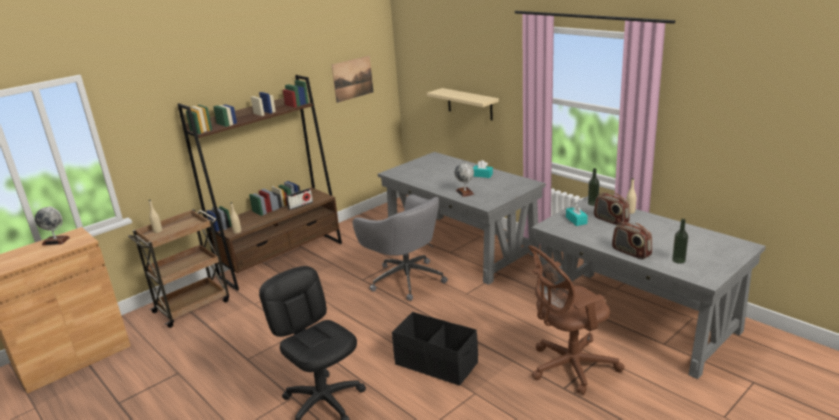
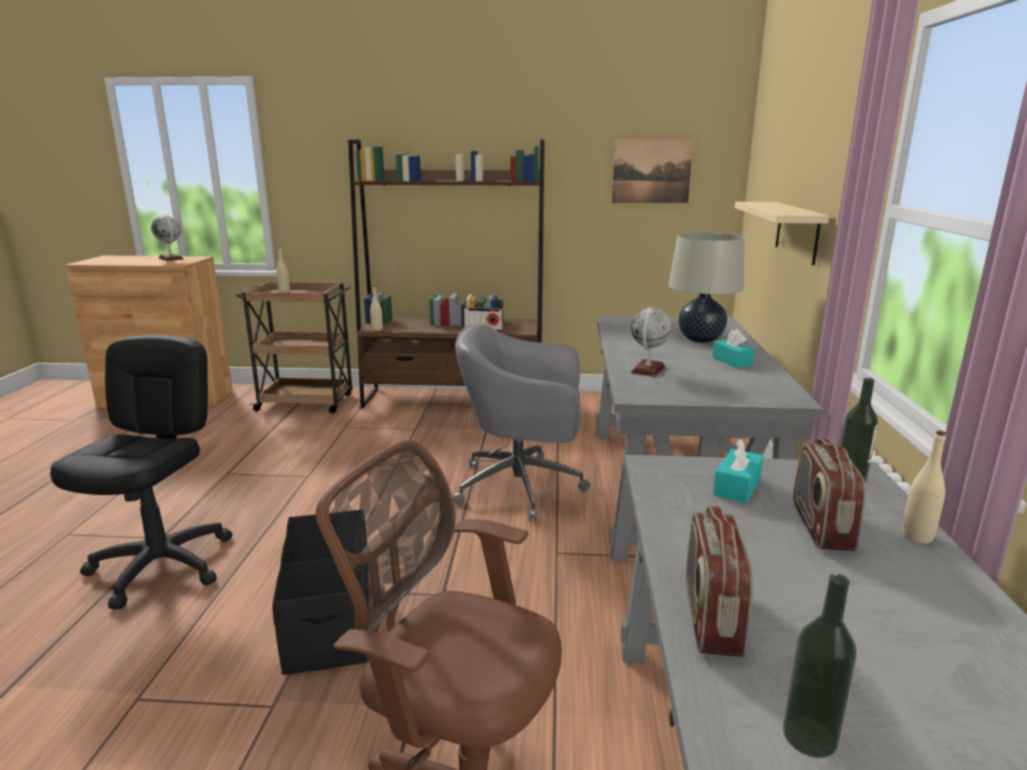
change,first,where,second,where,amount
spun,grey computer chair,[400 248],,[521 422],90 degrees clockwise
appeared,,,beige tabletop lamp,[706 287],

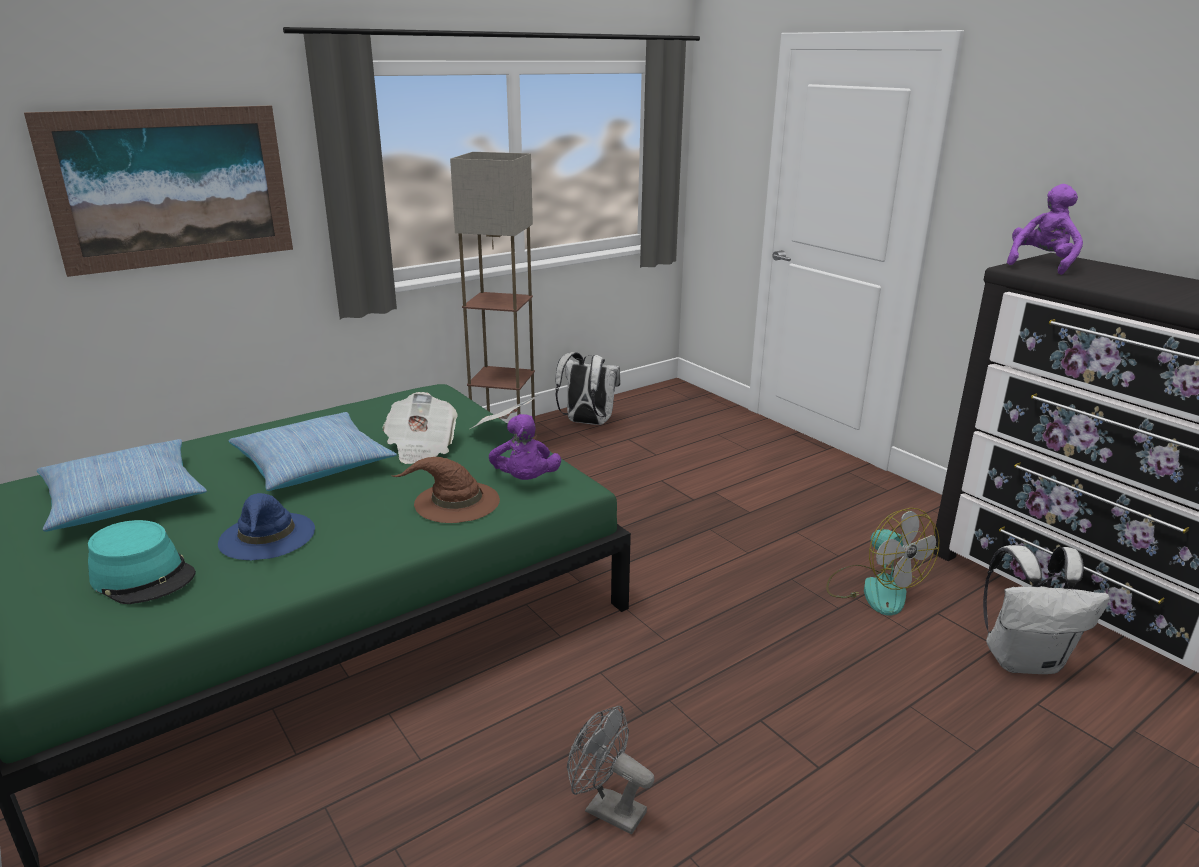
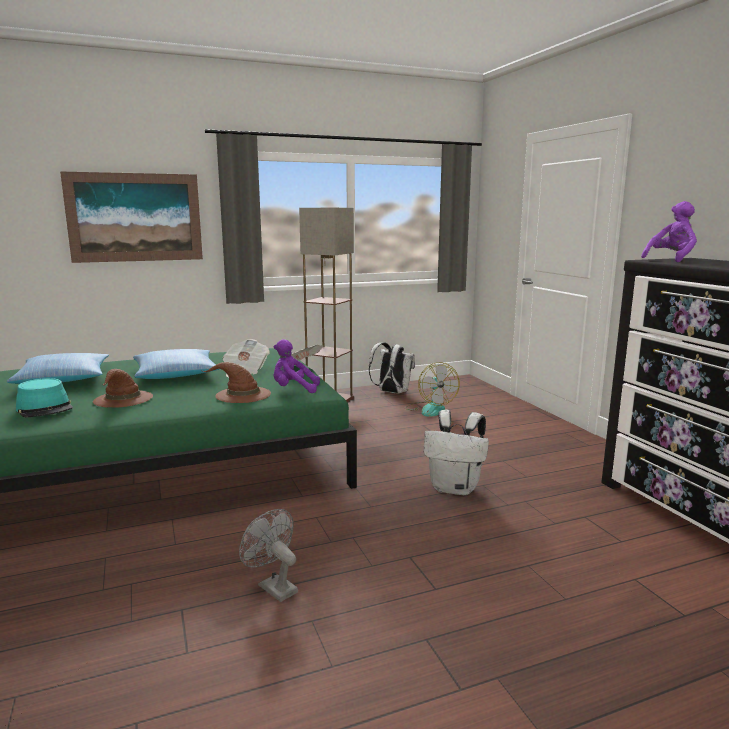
change,first,where,second,where,amount
colour,bluish clothing hat,[266 526],brownish clothing hat,[123 388],
spun,purple plush toy,[525 447],,[296 366],90 degrees clockwise
relocated,electric fan,[883 562],,[432 389],
relocated,white-coloured backpack,[1046 609],,[456 452],

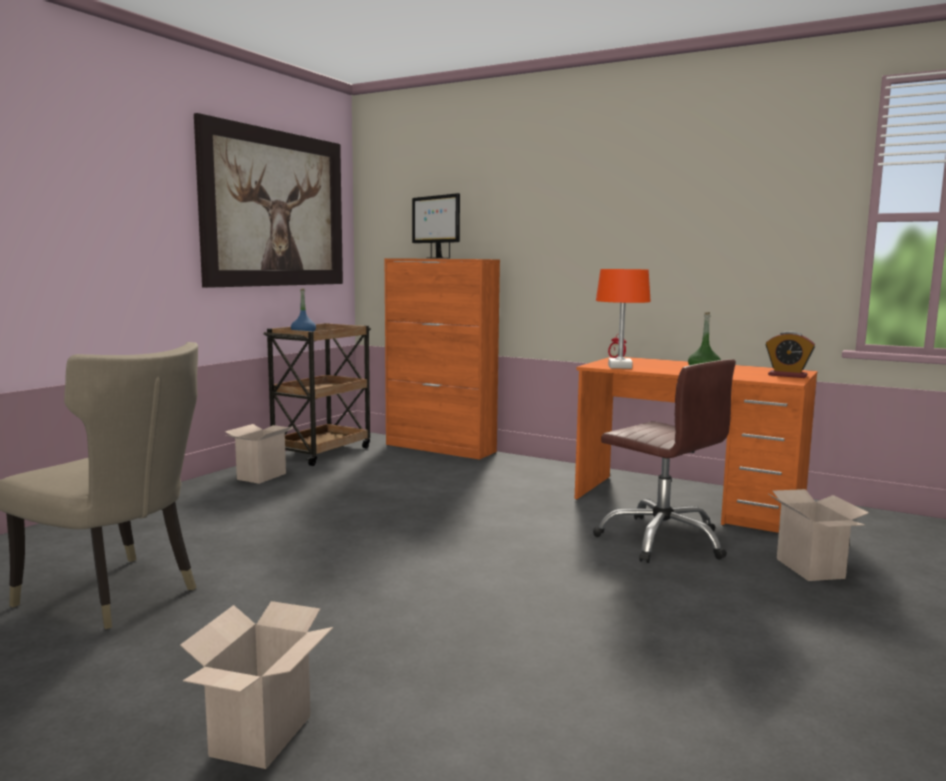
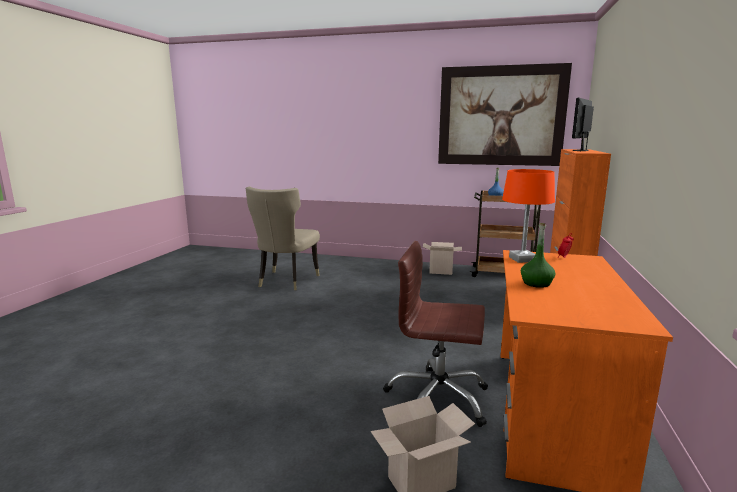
change,first,where,second,where,amount
spun,brownish computer chair,[664 461],,[435 334],75 degrees clockwise
missing,packing box,[256 685],,,
missing,alarm clock,[790 354],,,

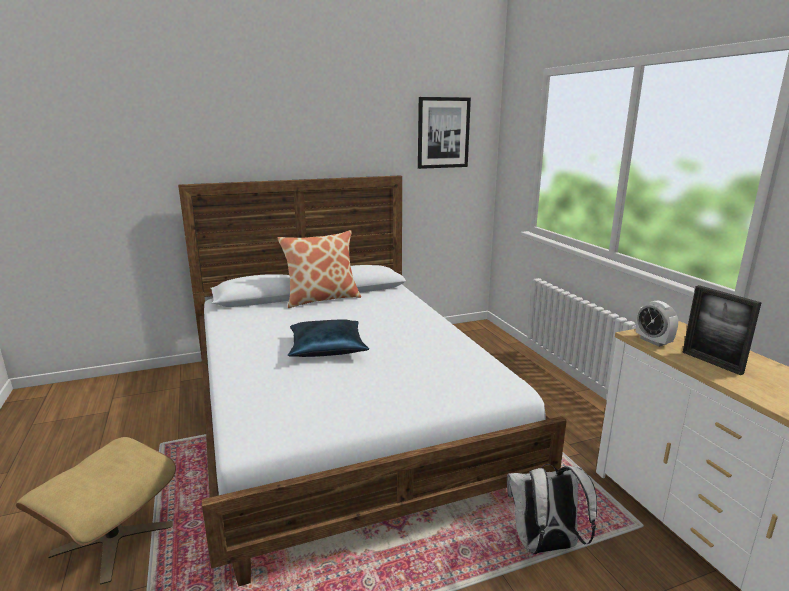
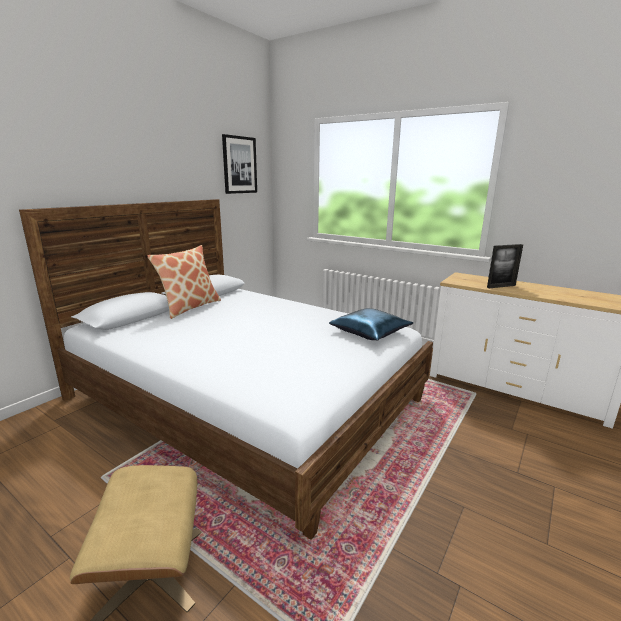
change,first,where,second,where,amount
relocated,bluish cushion,[328 338],,[371 324],
spun,picture frame,[722 330],,[505 266],45 degrees counterclockwise
missing,white-coloured backpack,[552 509],,,
missing,alarm clock,[657 324],,,

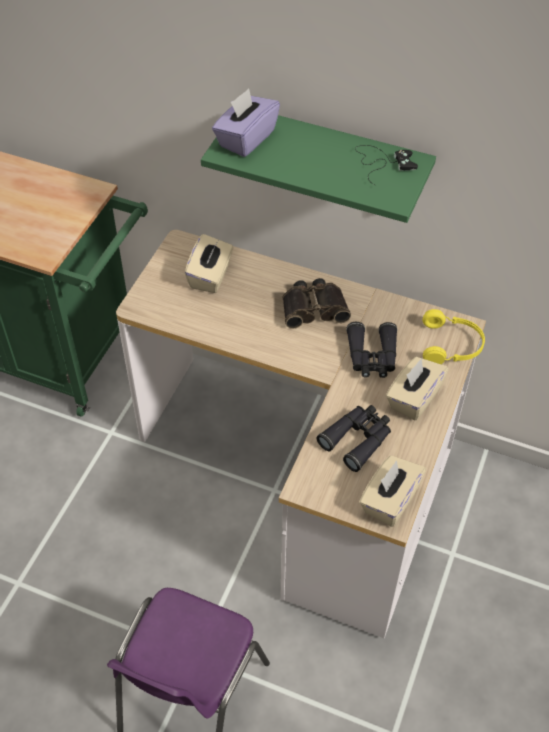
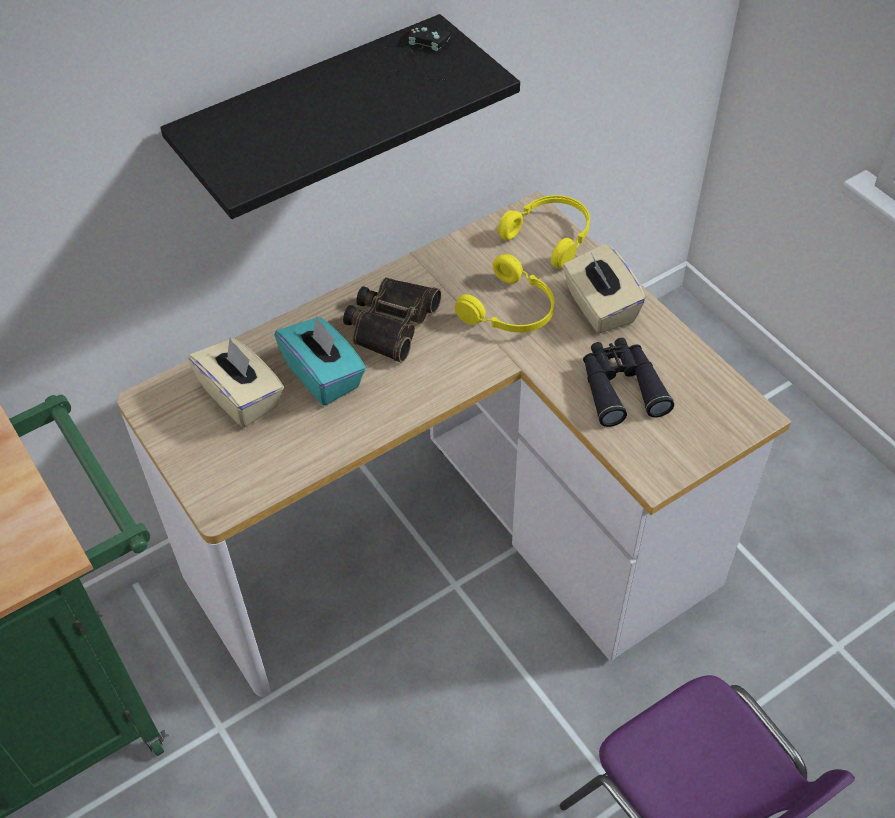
change,first,where,second,where,amount
colour,green wall shelf,[318 169],black wall shelf,[340 116],
appeared,,,turquoise-coloured tissue holder,[320 361],
exchanged,black field glasses,[371 350],yellowish pair of headphones,[505 293],
missing,purple tissue holder,[246 122],,,
missing,beige tissue holder,[392 491],,,

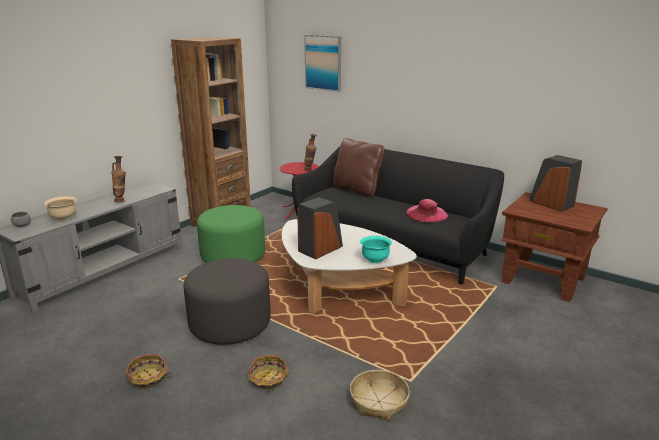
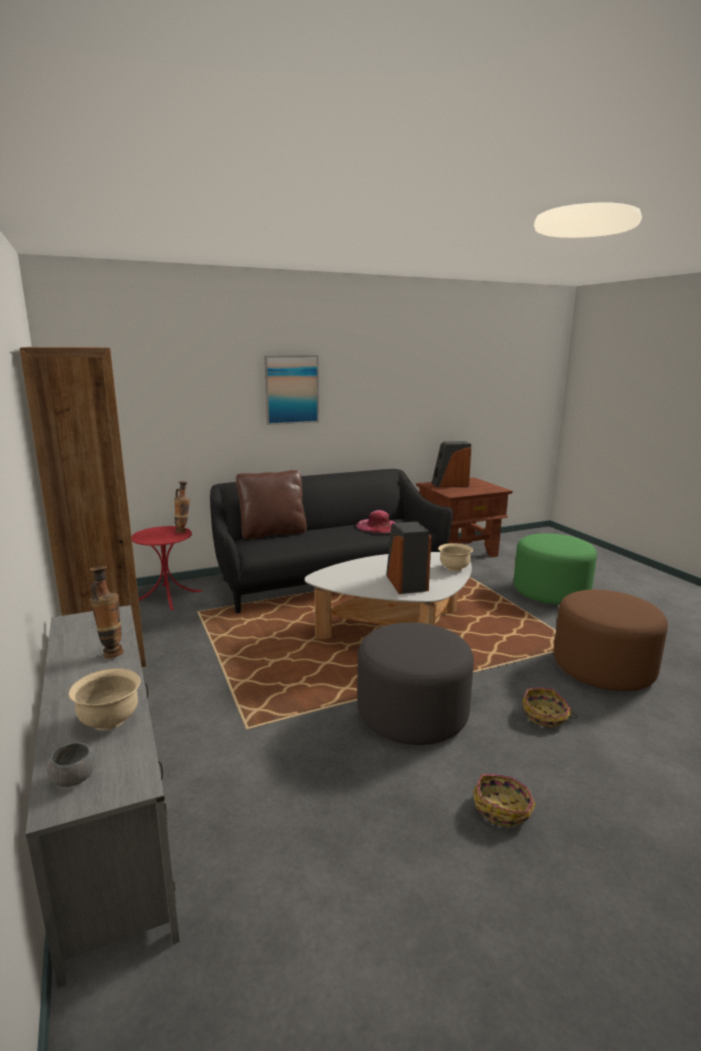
change,first,where,second,where,amount
relocated,picture,[322 63],,[291 390],
colour,turquoise-coloured bowl,[376 249],beige bowl,[455 557],
relocated,green pouffe,[231 234],,[555 569],
exchanged,basket,[380 395],brownish pouffe,[611 640],

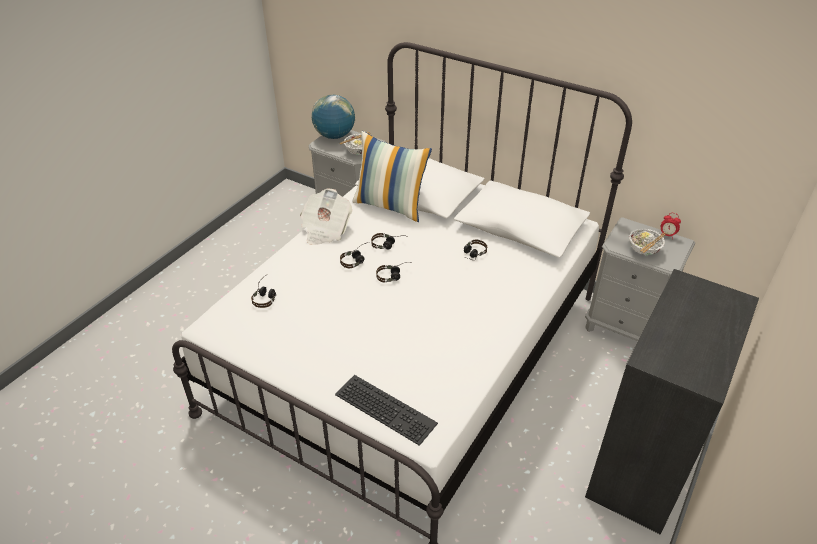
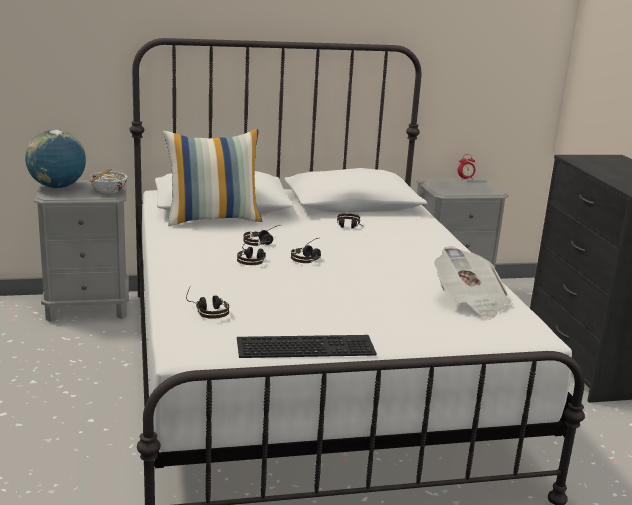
change,first,where,second,where,amount
relocated,PC keyboard,[386 410],,[307 346],
relocated,daily paper,[326 217],,[472 283],
missing,bowl,[647 242],,,

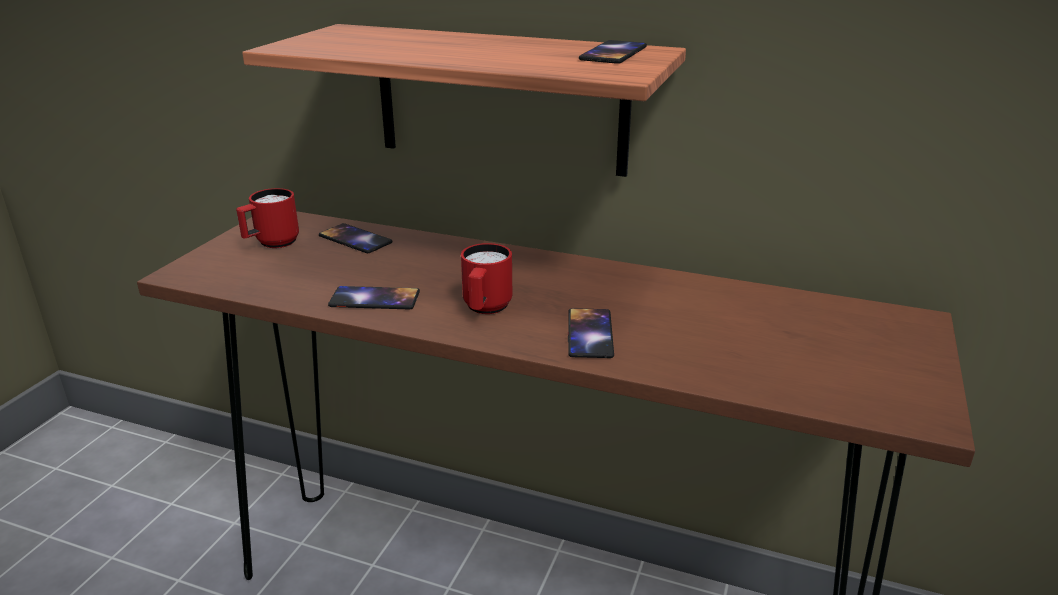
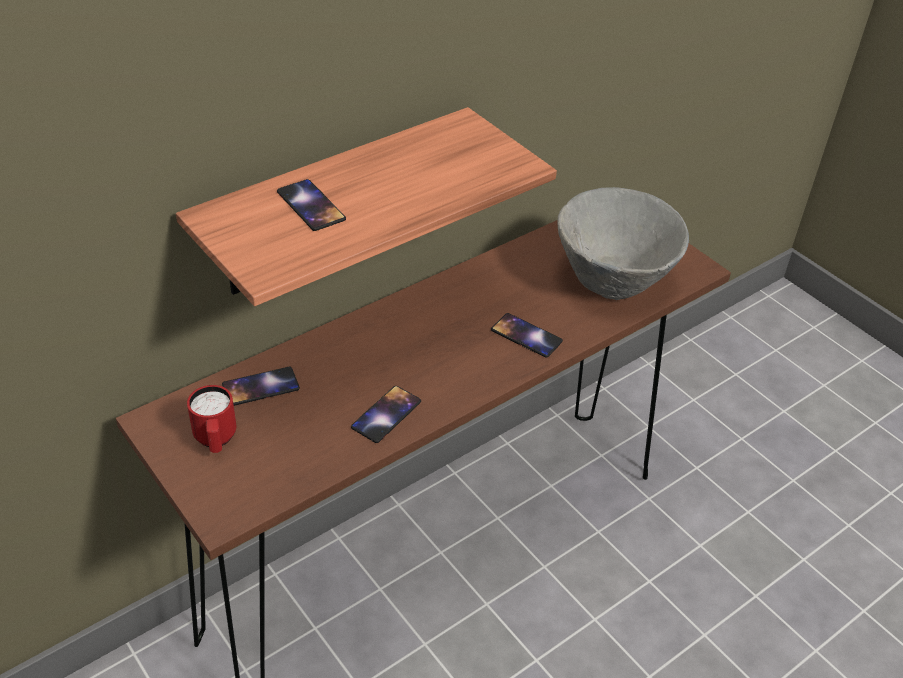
change,first,where,second,where,amount
relocated,phone,[613 52],,[311 205],
appeared,,,grey bowl,[623 243],
missing,reddish tea mug,[486 278],,,

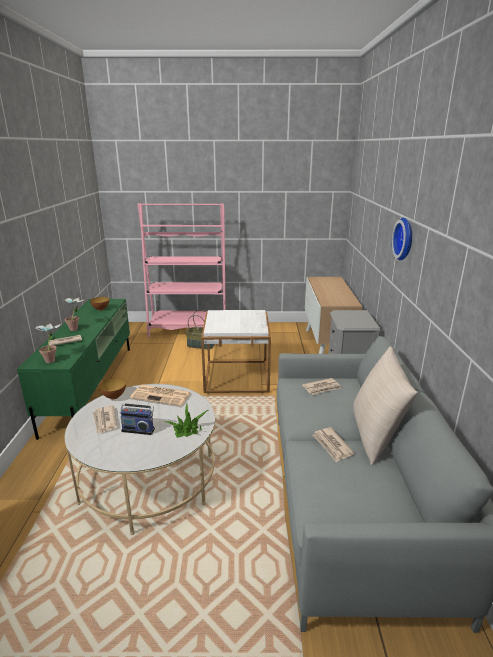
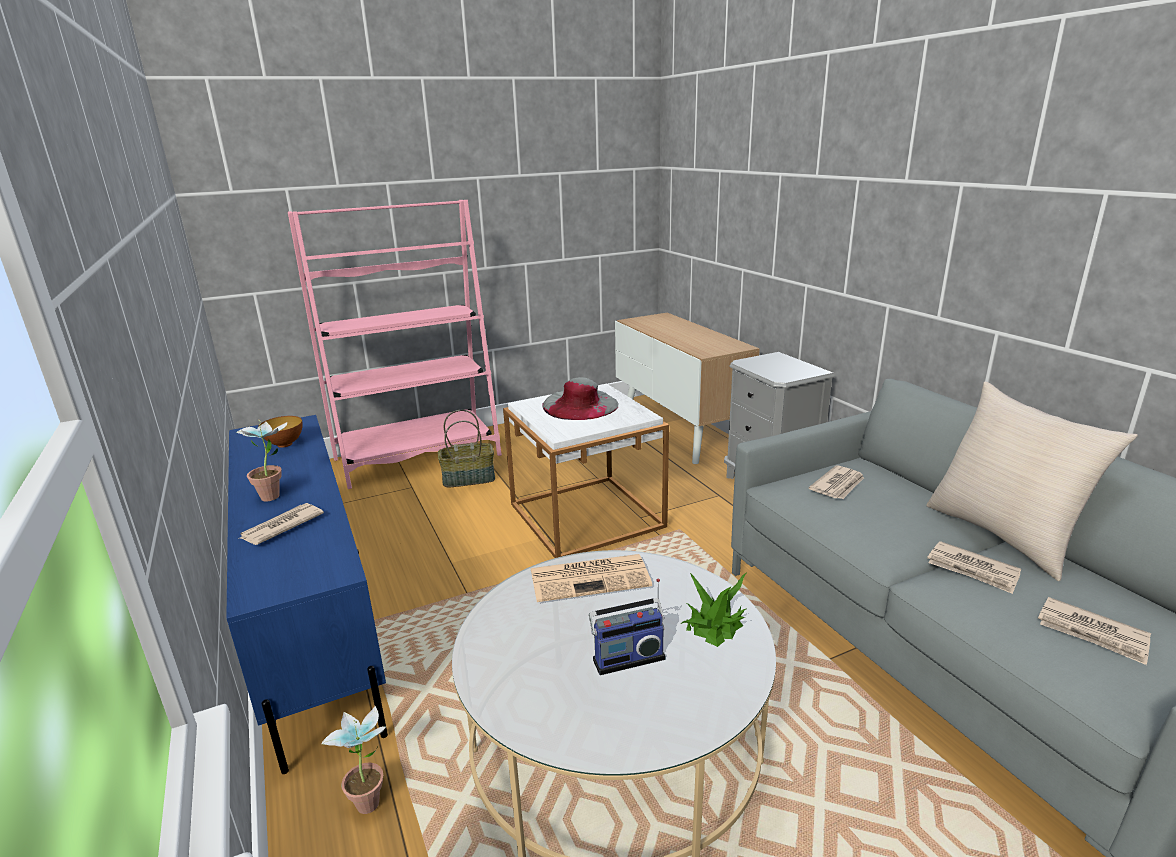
change,first,where,second,where,amount
colour,green media console,[73 369],bluish media console,[307 594],
relocated,plant in a pot,[47 342],,[354 760],
appeared,,,grey clothing hat,[581 398],
relocated,daily paper,[105 419],,[1094 631],
missing,bowl,[112 388],,,
missing,wall clock,[402 239],,,

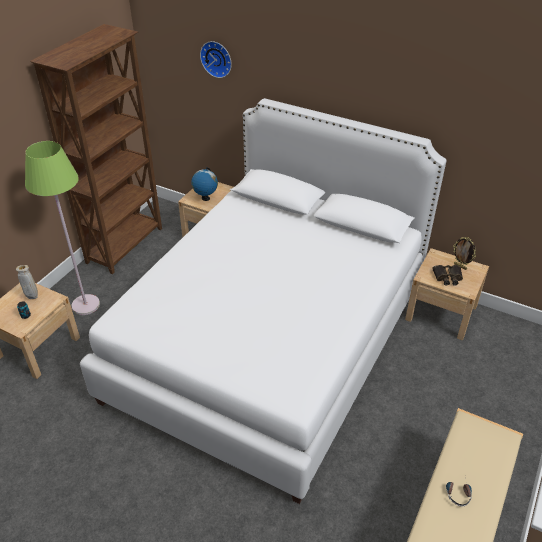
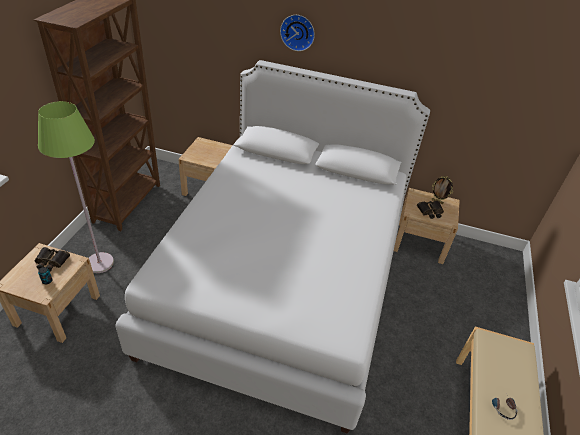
change,first,where,second,where,amount
exchanged,beige vase,[27 282],field glasses,[52 259],
relocated,wall clock,[216 59],,[297 33],
missing,desk globe,[204 184],,,

